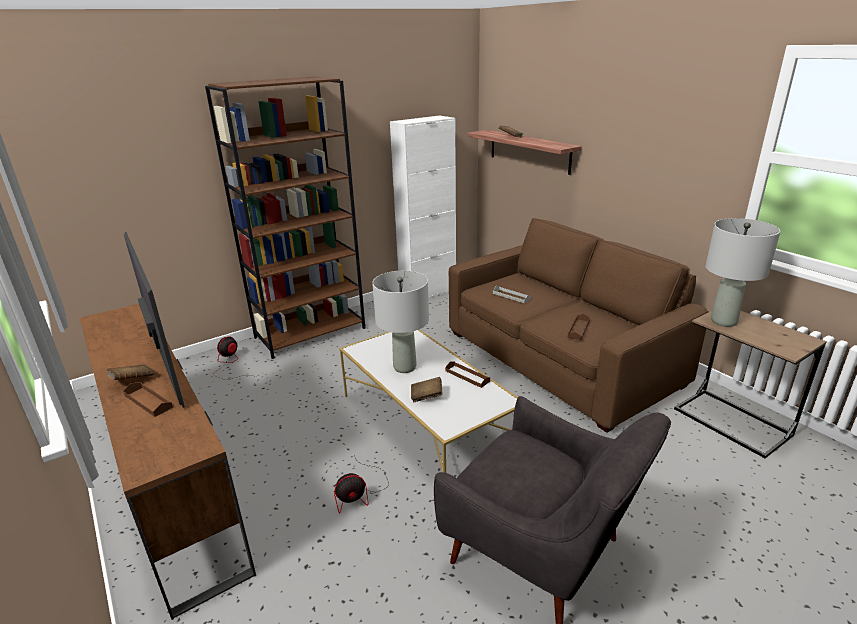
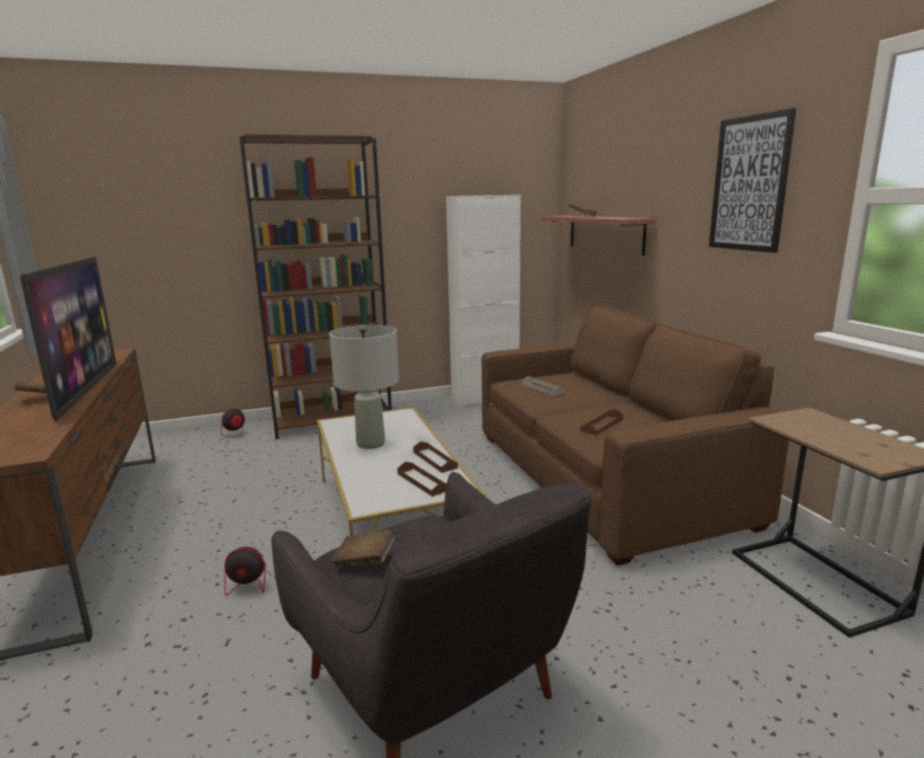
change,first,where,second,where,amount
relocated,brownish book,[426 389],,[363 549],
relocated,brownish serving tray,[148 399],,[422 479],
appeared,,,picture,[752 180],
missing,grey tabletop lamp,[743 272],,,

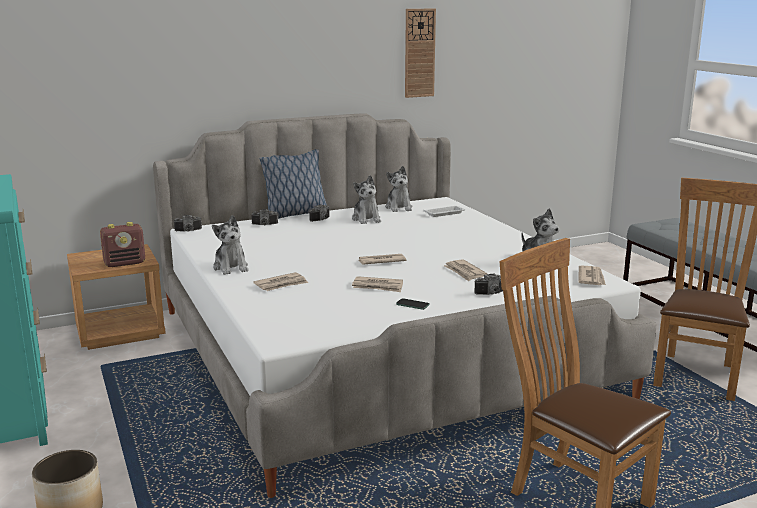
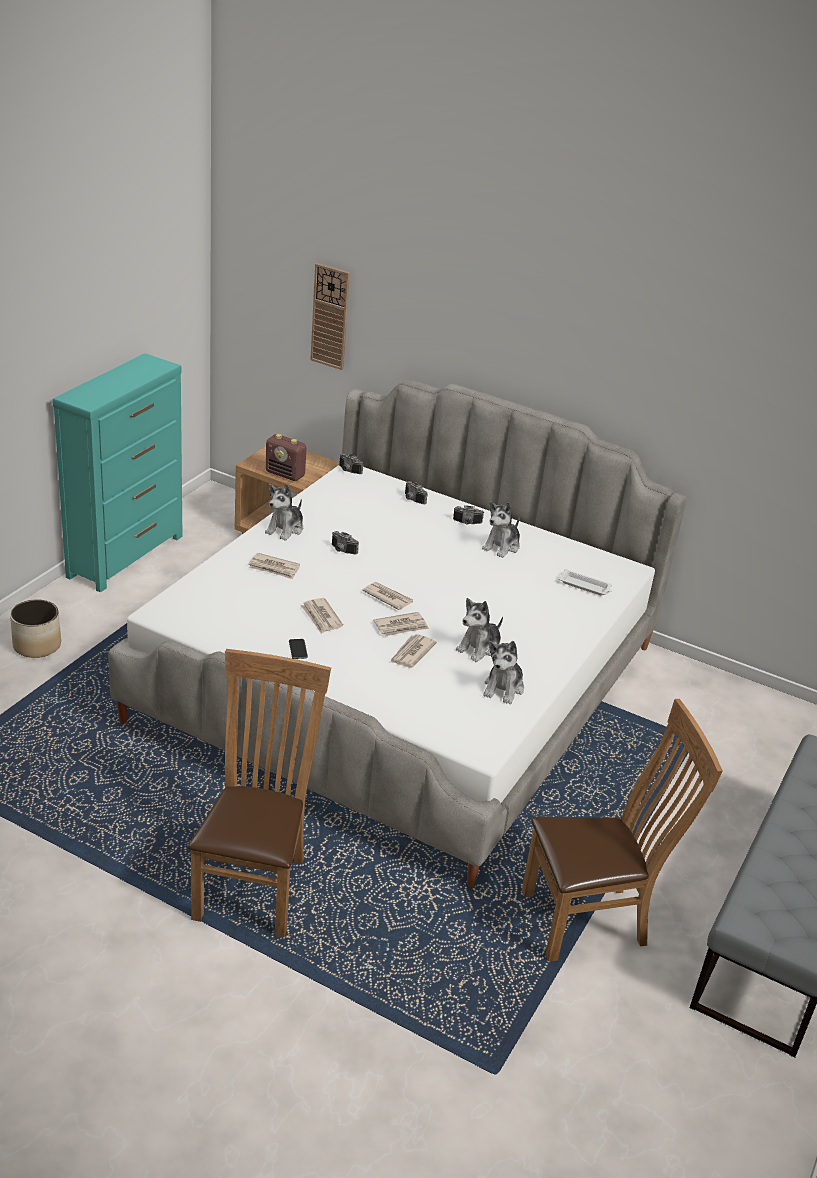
change,first,where,second,where,amount
relocated,wall clock,[420 53],,[330 316],
relocated,still camera,[488 284],,[345 542],
relocated,daily paper,[592 275],,[401 624],
relocated,plush toy,[399 189],,[479 630],
missing,cushion,[293 184],,,

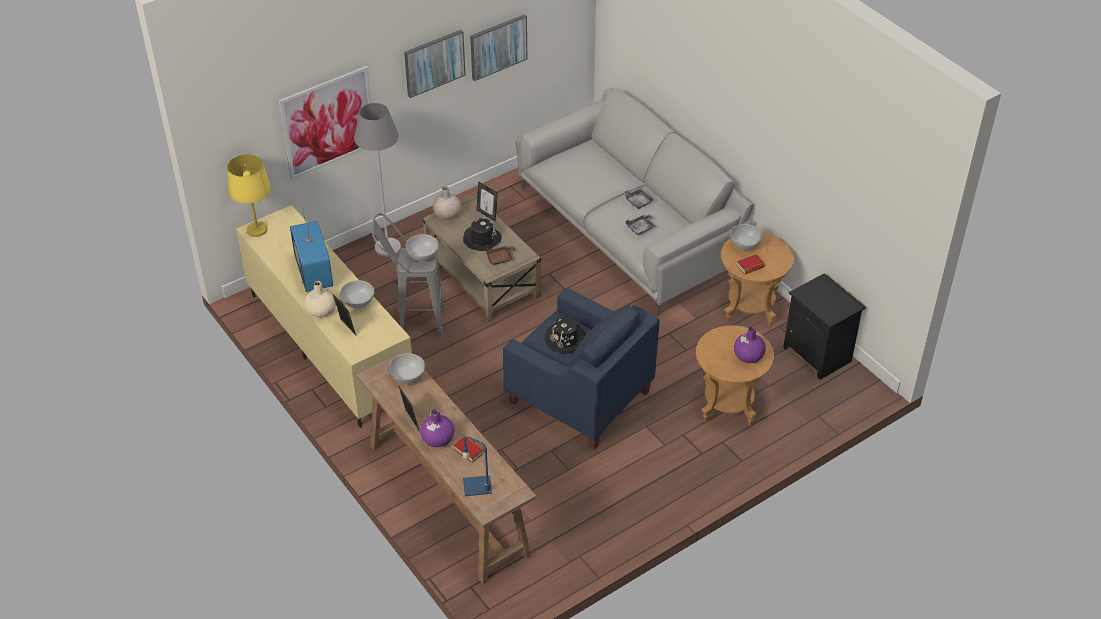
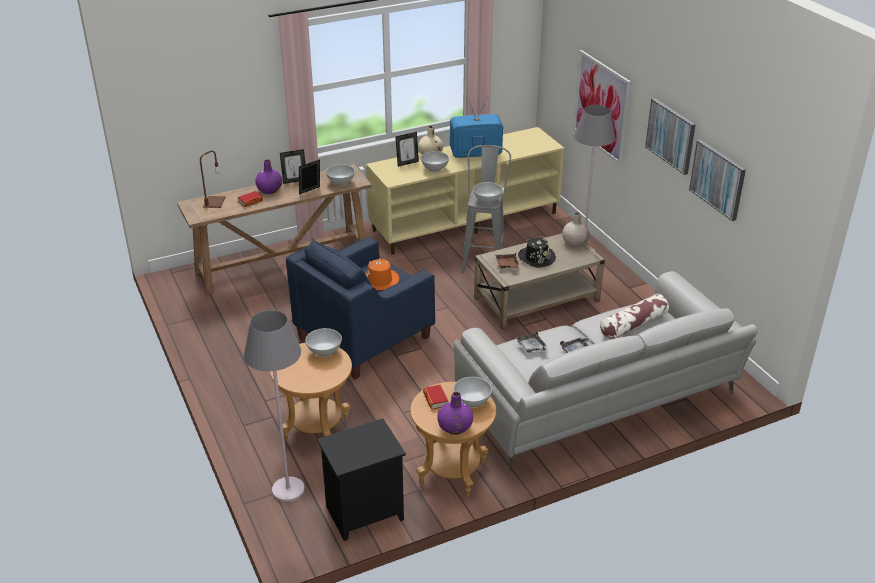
change,first,where,second,where,amount
colour,bluish tabletop lamp,[477 466],brownish tabletop lamp,[212 179],
appeared,,,grey standard lamp,[274 406],
relocated,picture frame,[487 201],,[309 176],
appeared,,,white-coloured bowl,[323 342],
colour,black clothing hat,[565 335],orange clothing hat,[382 274],
relocated,purple vase,[750 344],,[455 413],
appeared,,,cushion,[634 316],
missing,yellowish tabletop lamp,[249 195],,,

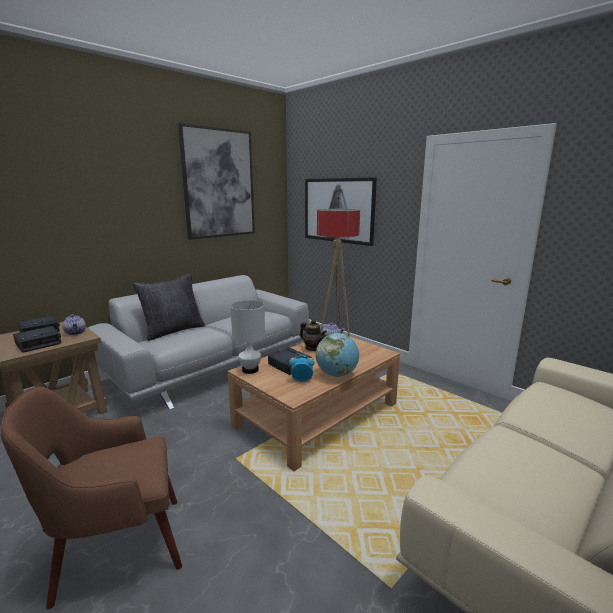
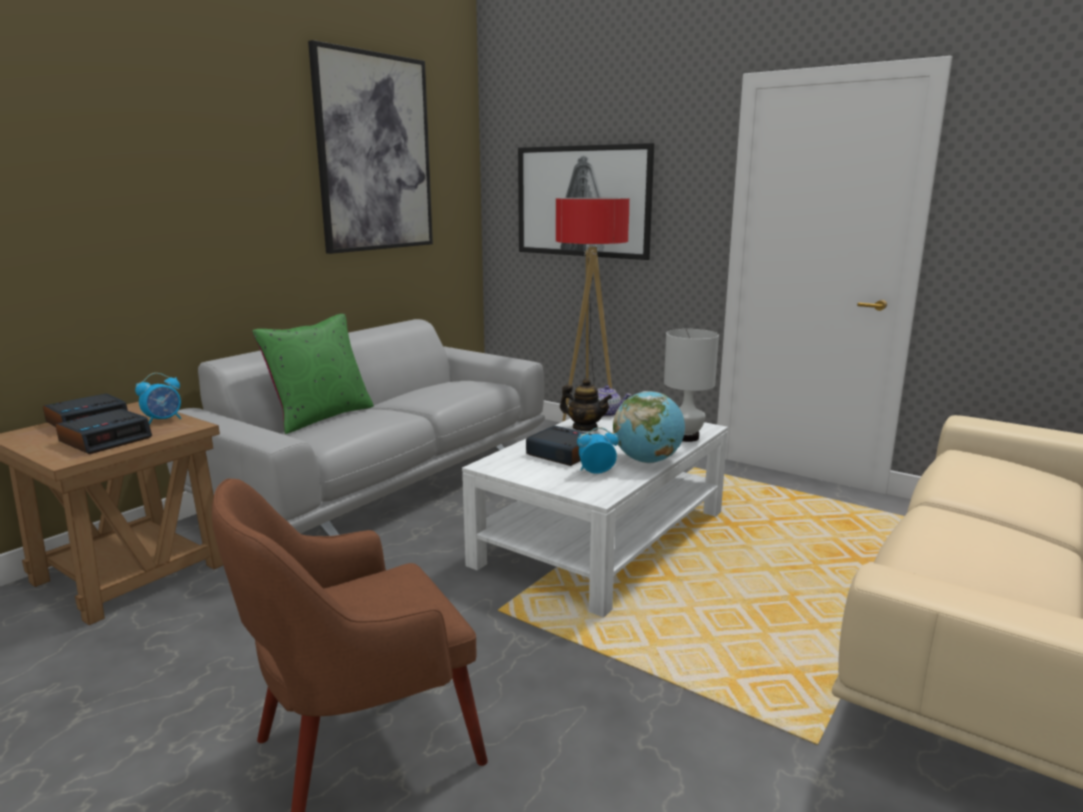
change,first,where,second,where,amount
exchanged,pot for tea,[74 324],alarm clock,[158 399],
colour,black cushion,[169 307],green cushion,[313 374],
colour,brownish lounge table,[313 403],white-coloured lounge table,[595 516],
relocated,white-coloured tabletop lamp,[247 337],,[691 385],

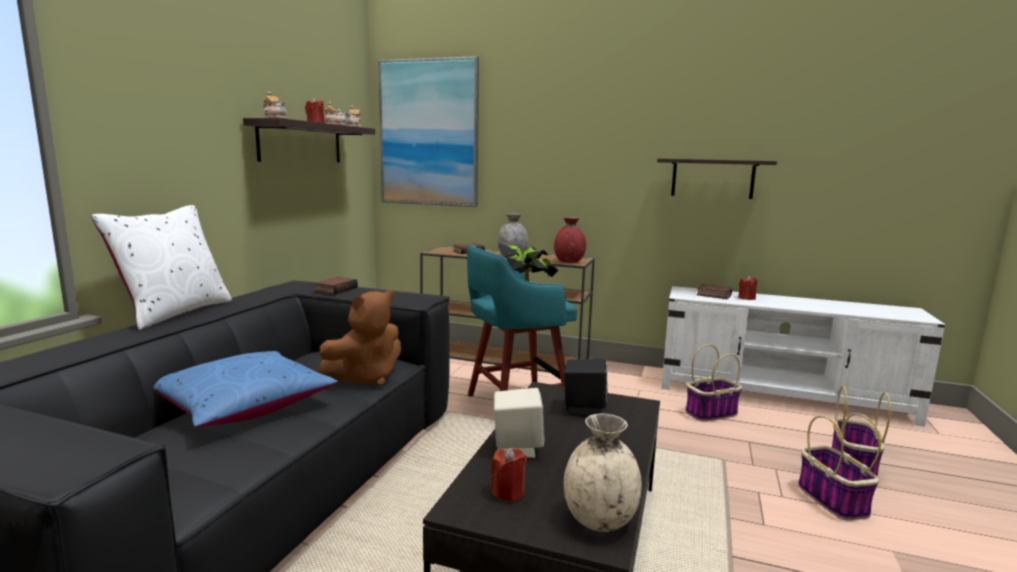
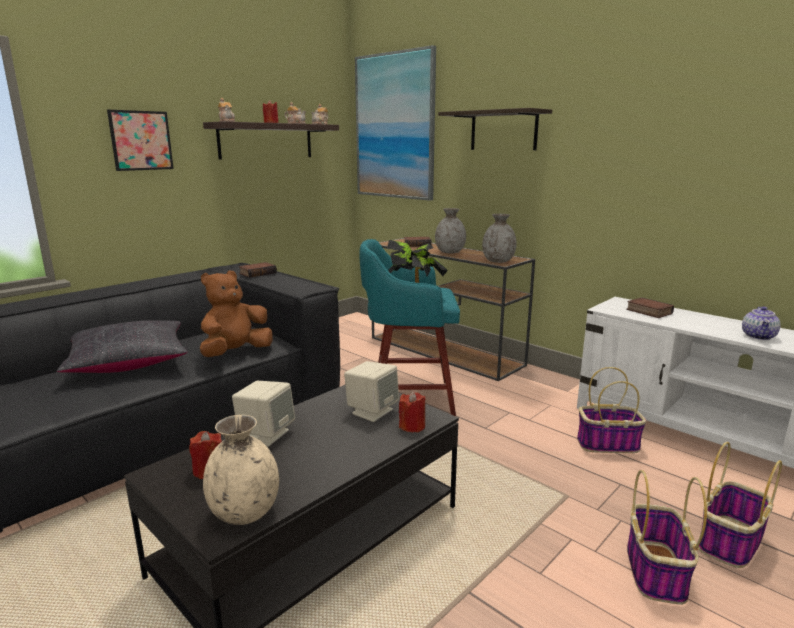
change,first,where,second,where,amount
colour,bluish cushion,[245 389],black cushion,[122 346],
appeared,,,picture,[140 140],
spun,brownish plush toy,[359 338],,[236 314],150 degrees clockwise
colour,black loudspeaker,[586 387],beige loudspeaker,[371 391],
relocated,reddish wax candle,[747 287],,[412 412],
relocated,wall shelf,[717 178],,[495 129],
colour,reddish vase,[570 240],grey vase,[499 238],
appeared,,,pot for tea,[761 323],
missing,white-coloured cushion,[161 267],,,

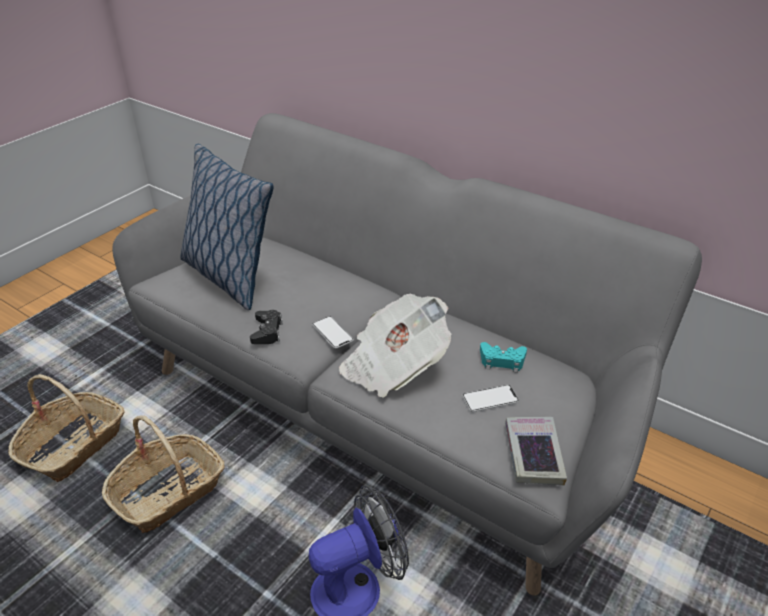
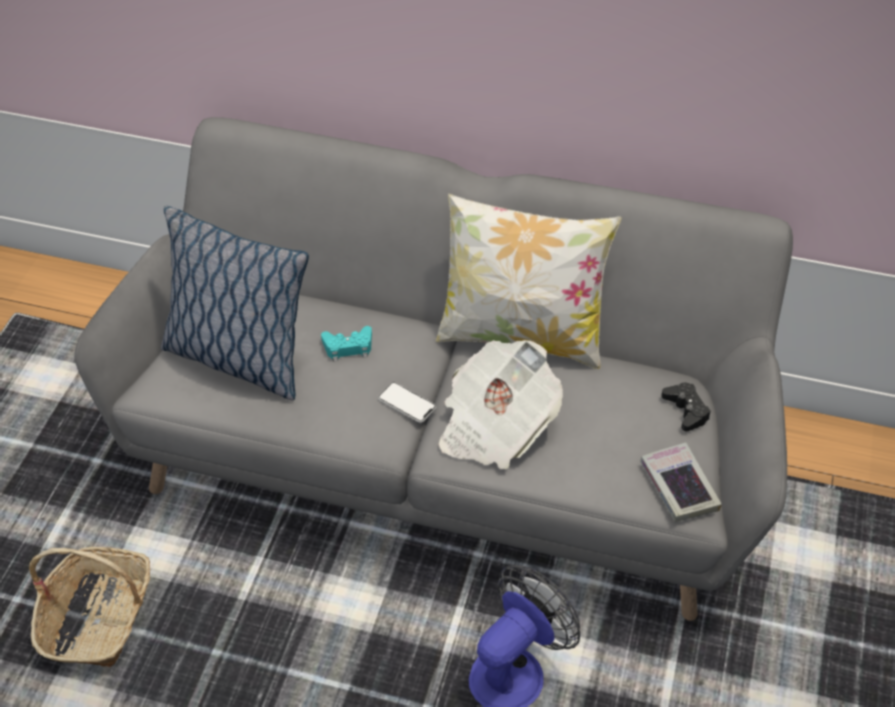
change,first,where,second,where,amount
relocated,turquoise-coloured game controller,[503 357],,[346 343],
appeared,,,cushion,[529 281],
relocated,black game controller,[266 327],,[686 407],
missing,basket,[163 474],,,
missing,phone,[490 398],,,

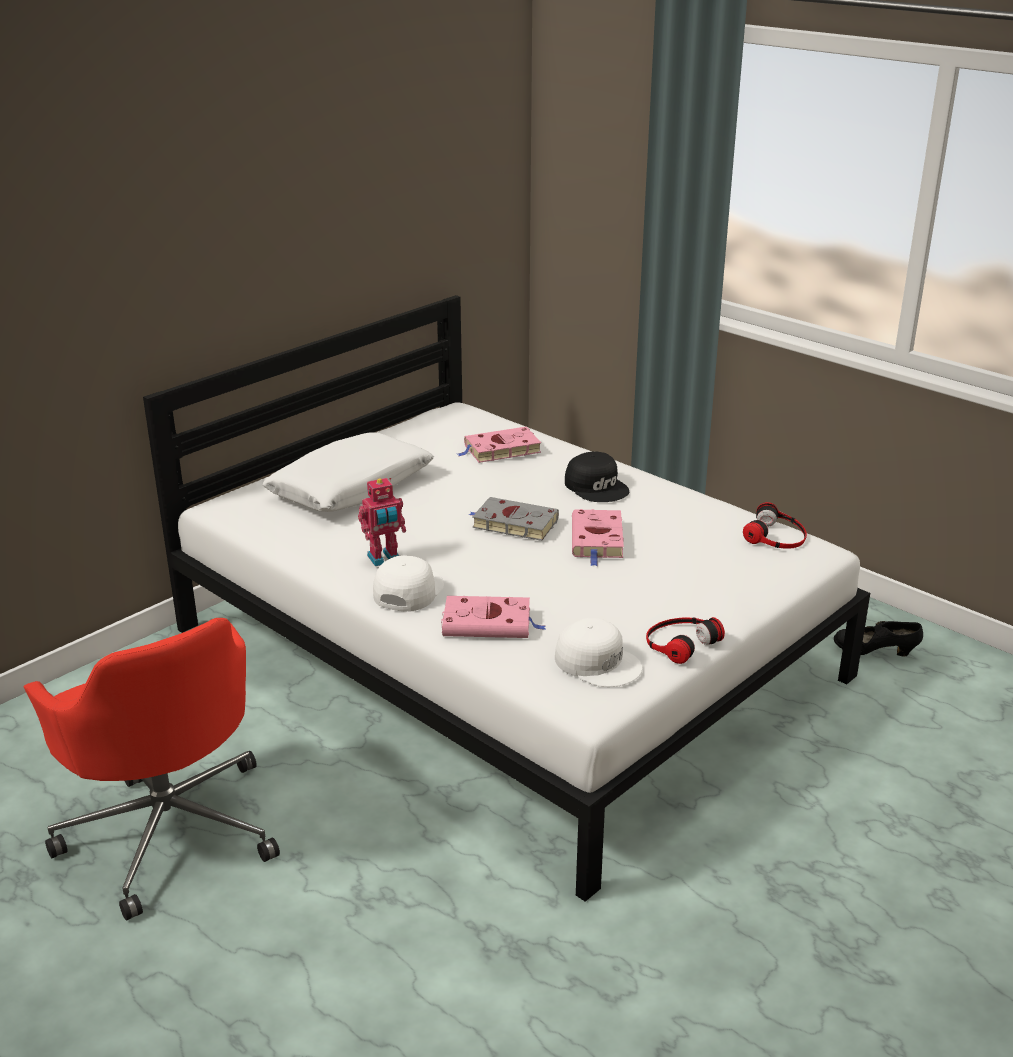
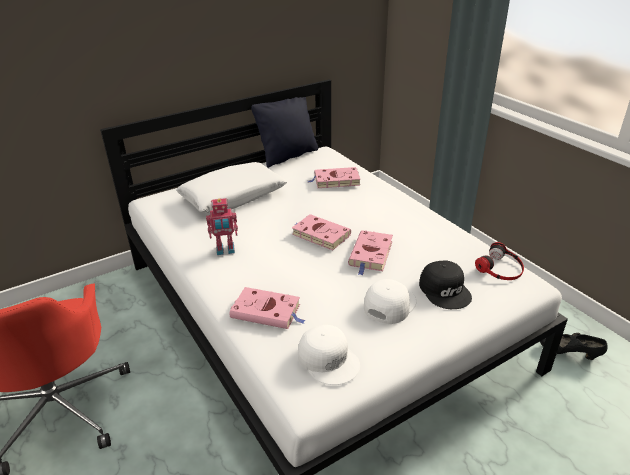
change,first,where,second,where,amount
appeared,,,black cushion,[284 132],
colour,grey book,[514 519],pink book,[321 232],
relocated,white-coloured cap,[408 583],,[390 301],
relocated,black cap,[597 476],,[445 285],
missing,pair of headphones,[685 640],,,

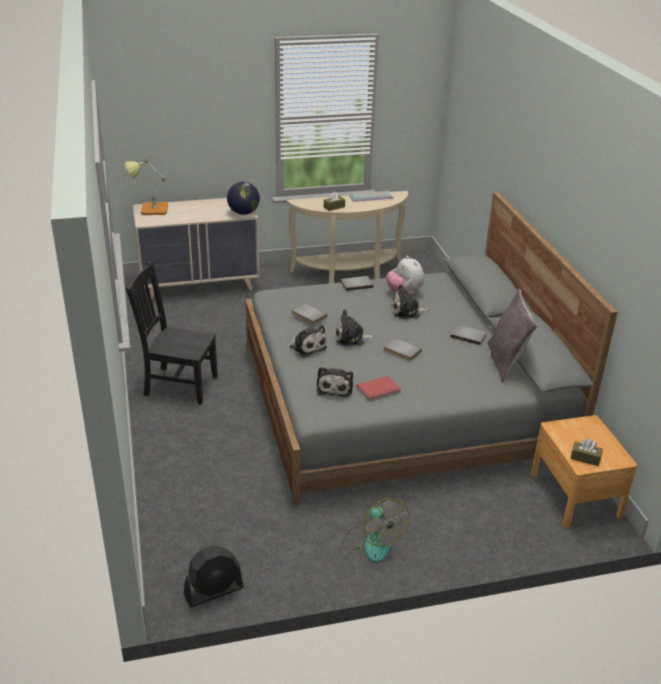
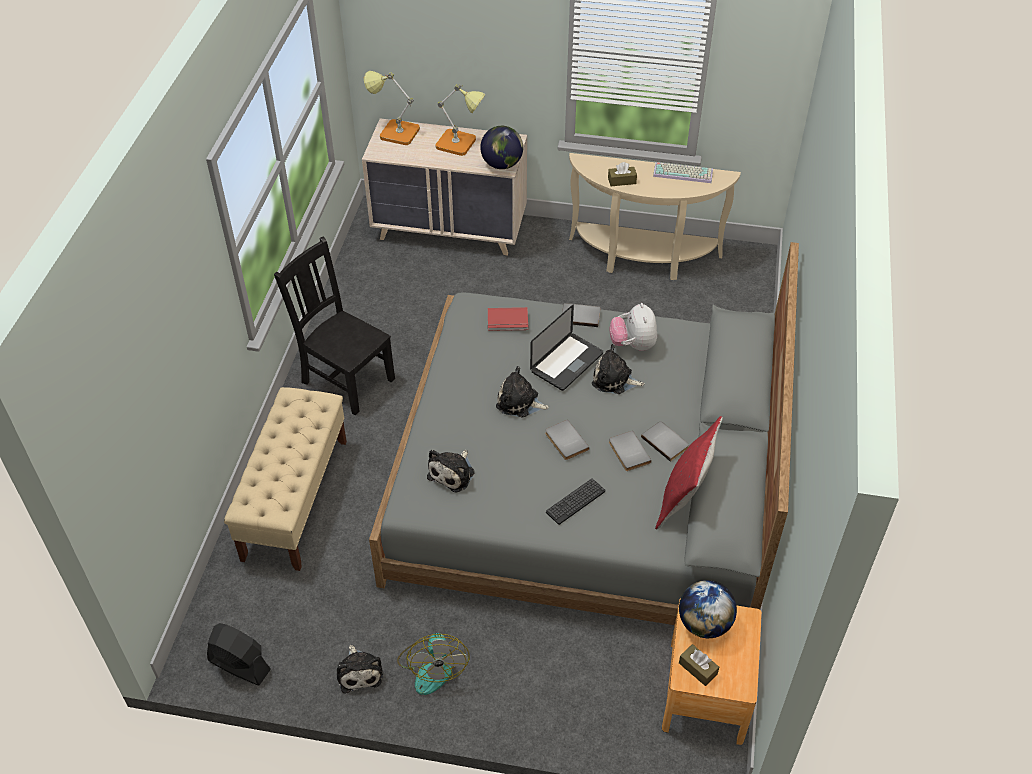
change,first,where,second,where,amount
spun,black electric fan,[213 576],,[239 654],150 degrees counterclockwise
appeared,,,beige bench,[285 479],
relocated,plush toy,[308 341],,[360 669],
appeared,,,tabletop lamp,[460 120],
relocated,reddish book,[379 388],,[508 319],
appeared,,,laptop,[566 348],
appeared,,,PC keyboard,[575 502],
relocated,grey book,[309 313],,[630 451],
colour,grey cushion,[513 335],reddish cushion,[689 472],
appeared,,,desk globe,[708 609],

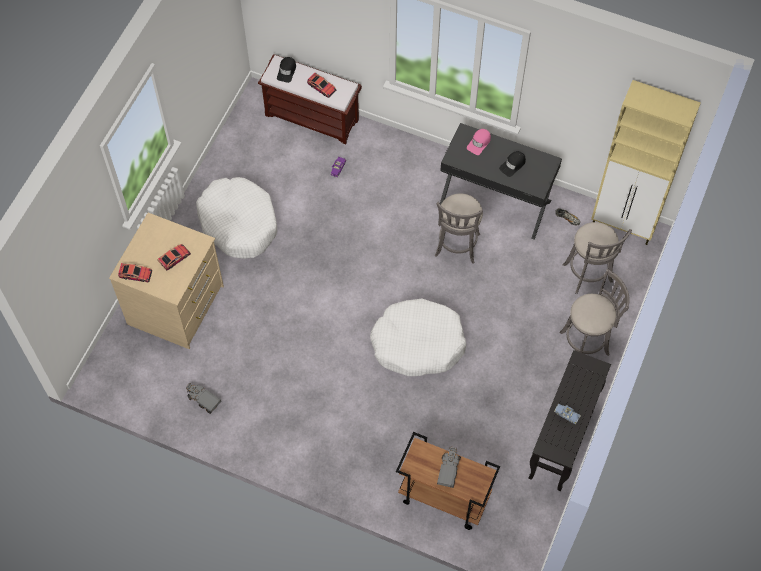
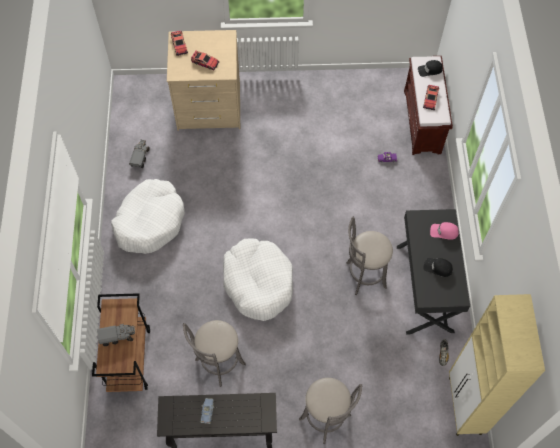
change,first,where,second,where,amount
relocated,white-coloured dog cushion,[236 218],,[148 216],
relocated,grey stool seat,[597 258],,[214 353],

